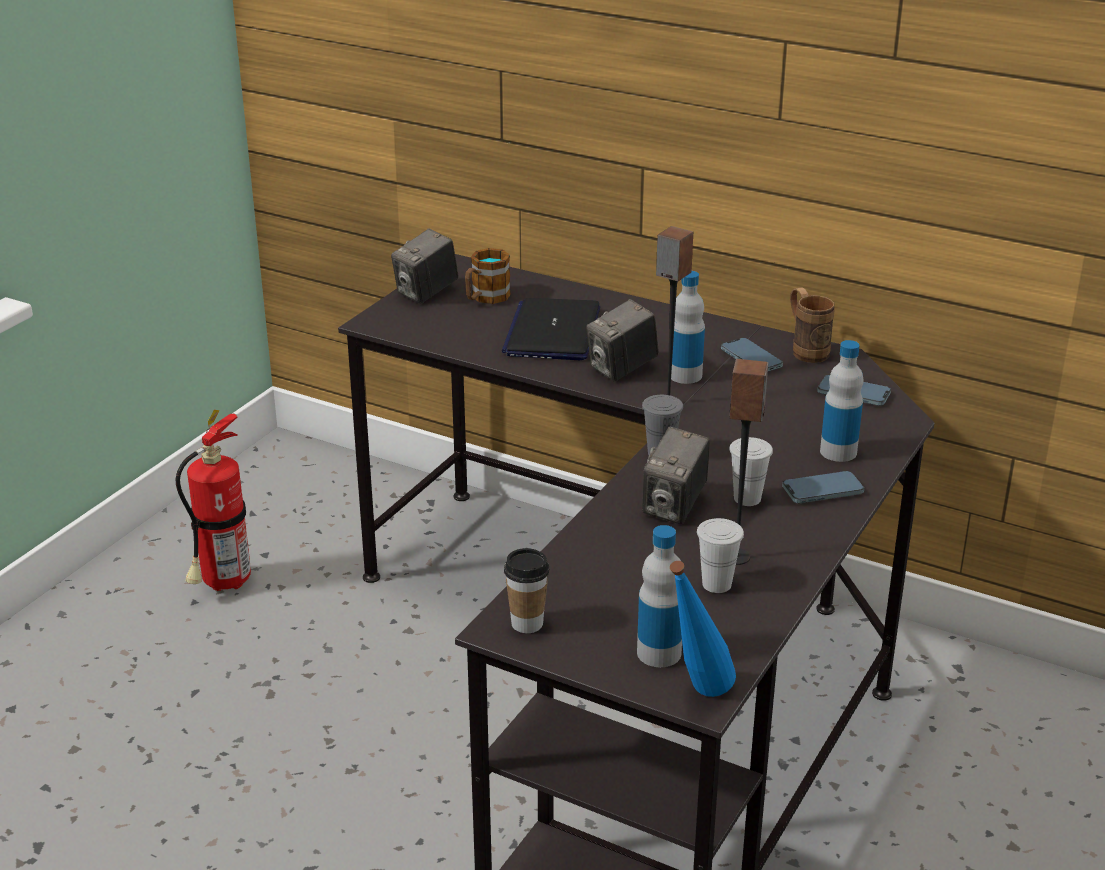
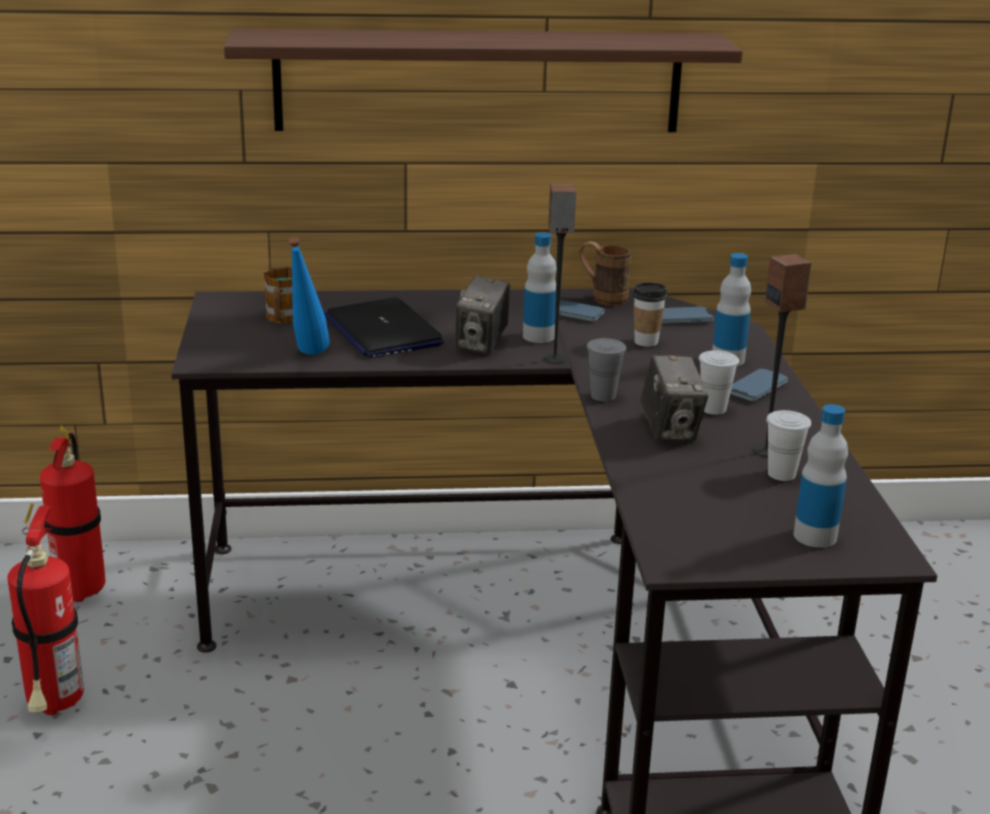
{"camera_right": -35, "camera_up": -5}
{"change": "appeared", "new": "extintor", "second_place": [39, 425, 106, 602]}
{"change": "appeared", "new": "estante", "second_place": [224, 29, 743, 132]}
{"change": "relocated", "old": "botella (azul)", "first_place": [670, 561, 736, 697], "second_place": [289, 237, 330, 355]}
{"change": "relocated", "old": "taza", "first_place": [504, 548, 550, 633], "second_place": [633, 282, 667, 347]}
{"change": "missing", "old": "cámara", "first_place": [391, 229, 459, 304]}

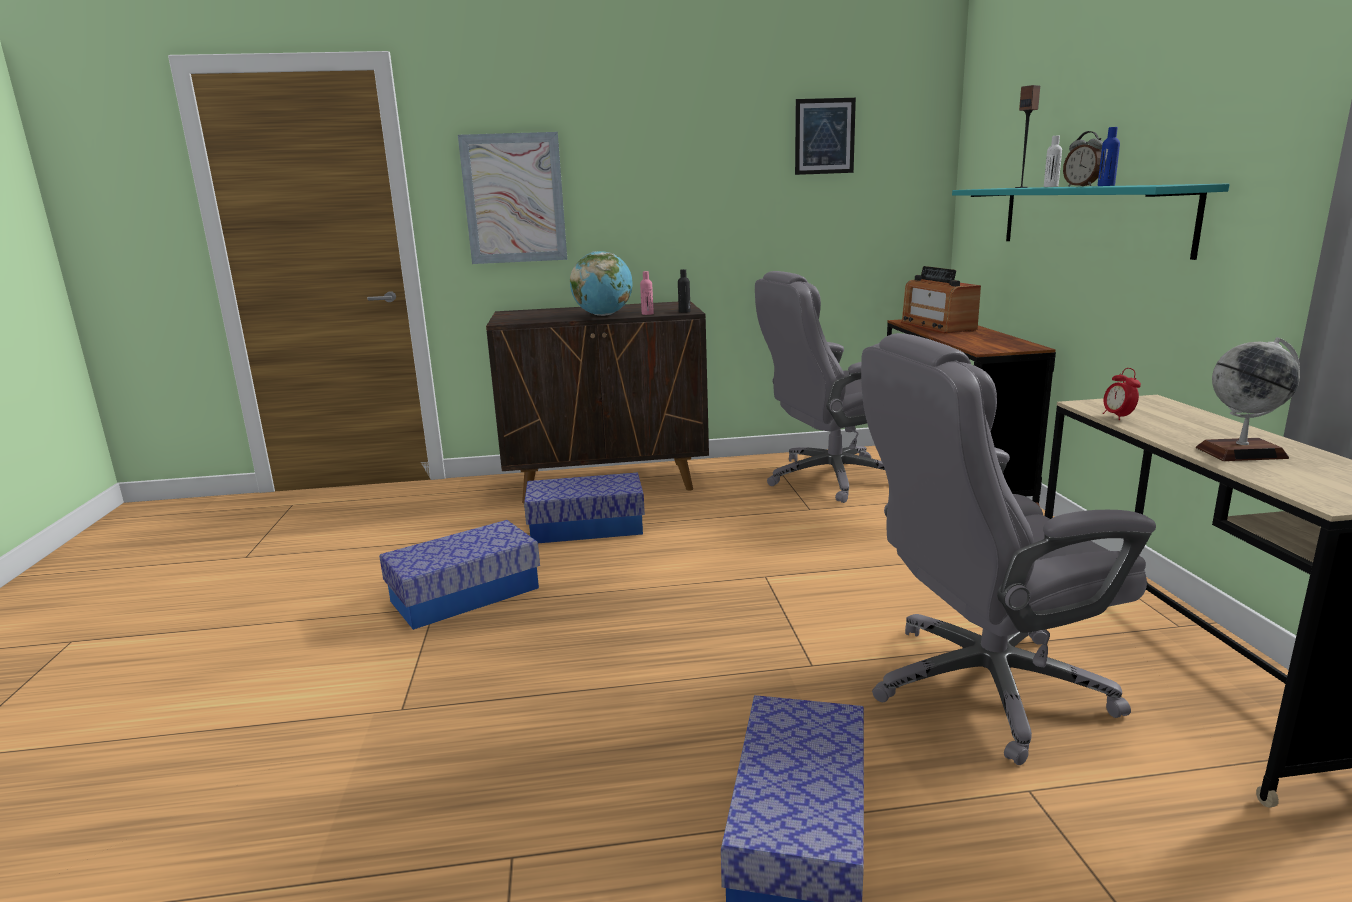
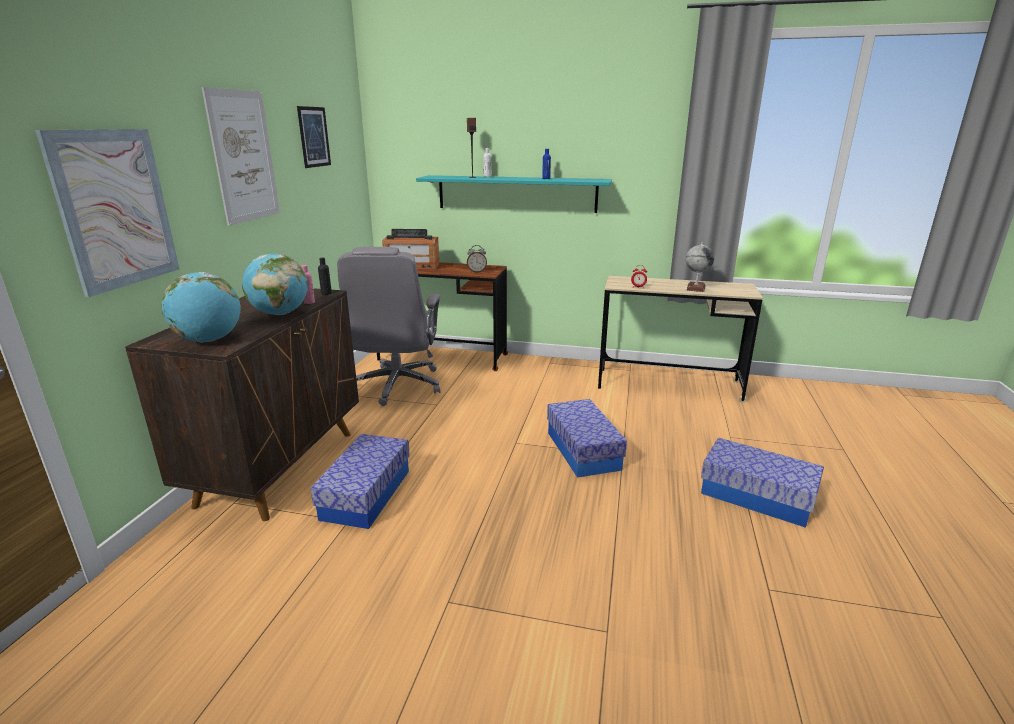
{"camera_right": -70, "camera_up": 5}
{"change": "appeared", "new": "globo terráqueo", "second_place": [161, 272, 241, 342]}
{"change": "appeared", "new": "cuadro", "second_place": [202, 87, 280, 226]}
{"change": "relocated", "old": "despertador", "first_place": [1063, 131, 1103, 187], "second_place": [467, 245, 487, 273]}
{"change": "relocated", "old": "caja de almacenaje", "first_place": [379, 520, 540, 630], "second_place": [547, 399, 627, 478]}
{"change": "missing", "old": "silla de oficina (gris)", "first_place": [861, 333, 1156, 765]}

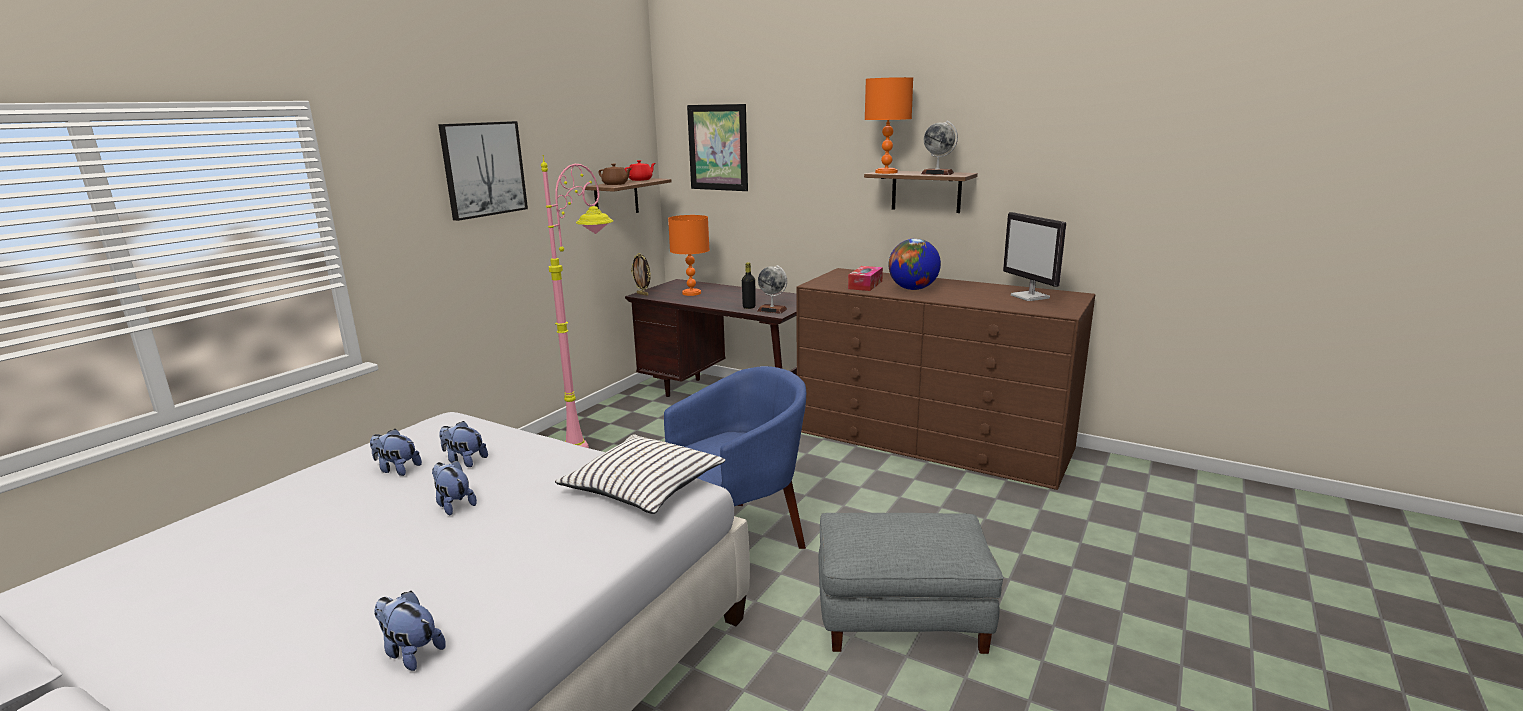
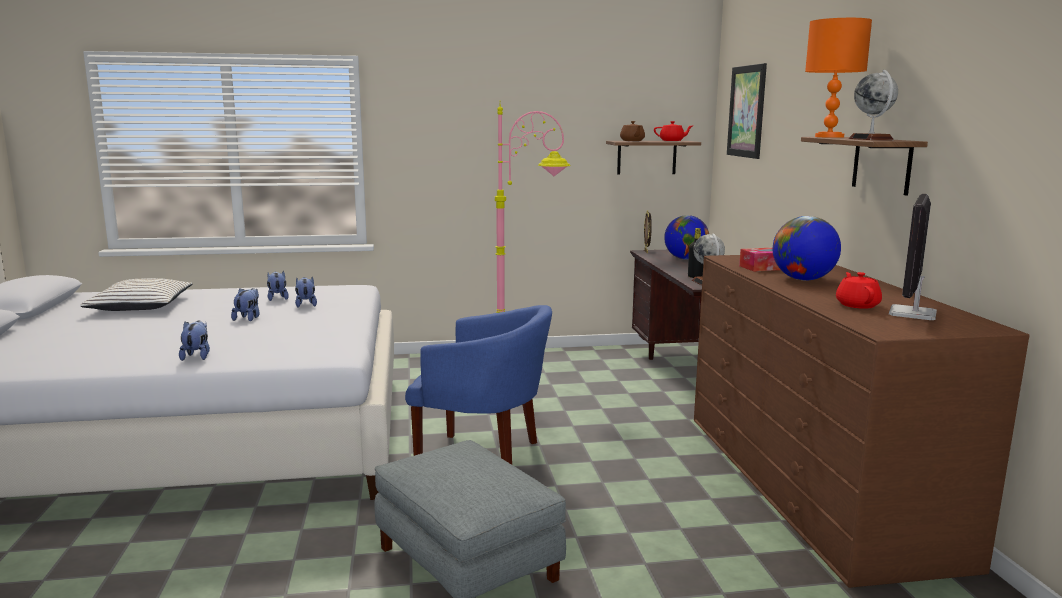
{"camera_right": 50, "camera_up": -5}
{"change": "relocated", "old": "cojín (blanco)", "first_place": [555, 434, 725, 514], "second_place": [80, 278, 192, 311]}
{"change": "relocated", "old": "peluche", "first_place": [374, 591, 446, 671], "second_place": [179, 320, 210, 361]}
{"change": "exchanged", "old": "lámpara de mesa (naranja)", "new": "globo terráqueo", "first_place": [668, 215, 709, 296], "second_place": [664, 215, 709, 260]}
{"change": "appeared", "new": "tetera (rojo)", "second_place": [836, 272, 882, 309]}
{"change": "missing", "old": "cuadro", "first_place": [438, 121, 528, 221]}

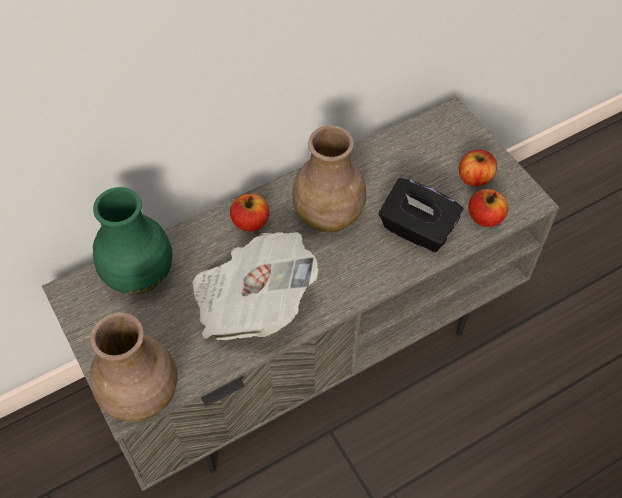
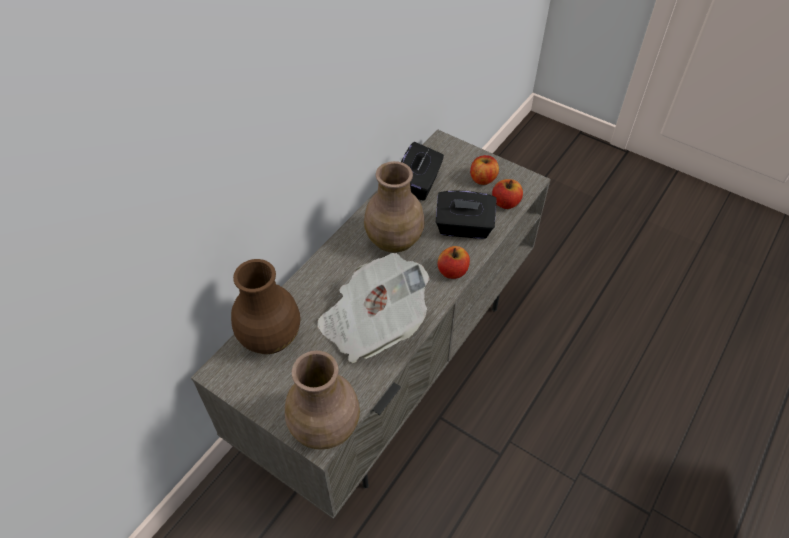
{"camera_right": -25, "camera_up": -5}
{"change": "colour", "old": "florero (verde)", "new": "florero (marrón)", "first_place": [93, 187, 173, 294], "second_place": [231, 259, 301, 354]}
{"change": "appeared", "new": "caja de pañuelos (negro)", "second_place": [401, 142, 444, 201]}
{"change": "relocated", "old": "manzana", "first_place": [230, 194, 269, 231], "second_place": [438, 246, 470, 279]}

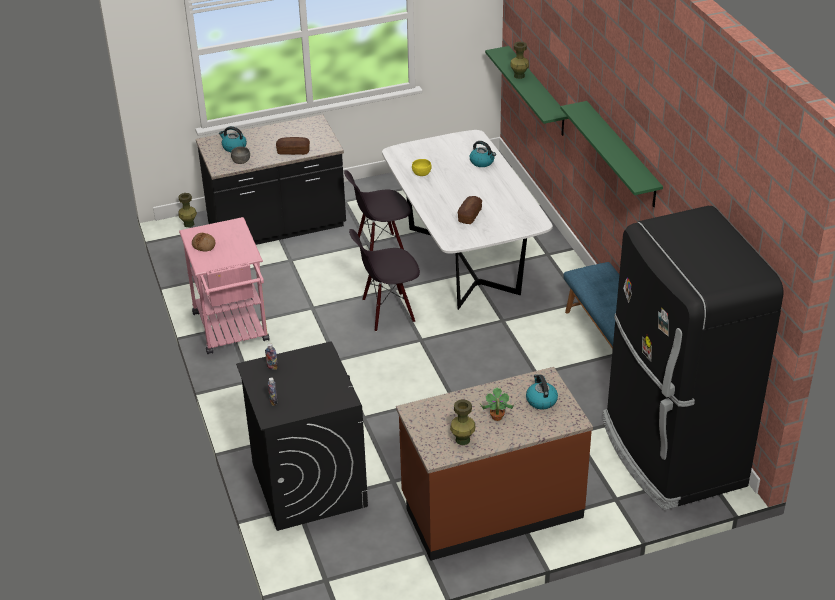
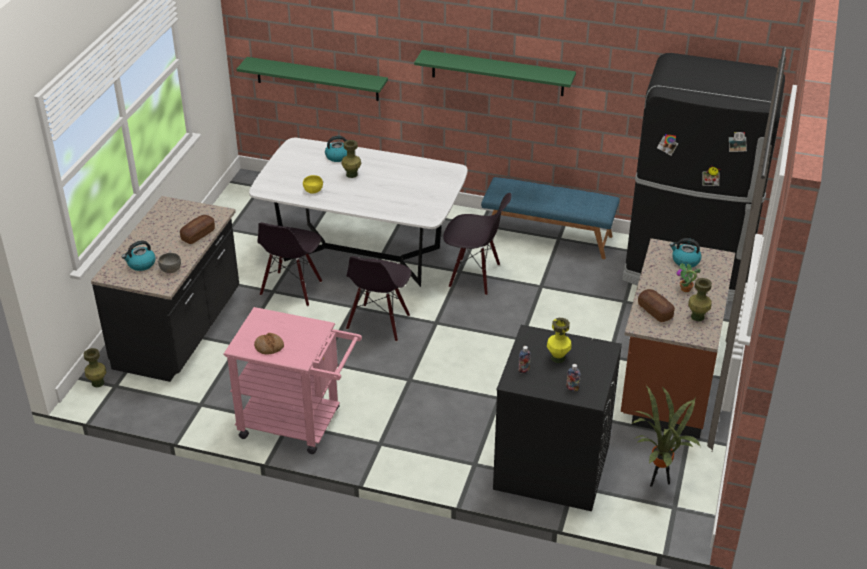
{"camera_right": -55, "camera_up": 0}
{"change": "relocated", "old": "florero (verde)", "first_place": [510, 42, 529, 79], "second_place": [341, 140, 361, 178]}
{"change": "appeared", "new": "silla (negro)", "second_place": [443, 193, 512, 295]}
{"change": "appeared", "new": "florero (amarillo)", "second_place": [547, 318, 572, 363]}
{"change": "appeared", "new": "planta en maceta", "second_place": [632, 386, 701, 487]}
{"change": "relocated", "old": "pan", "first_place": [458, 196, 482, 224], "second_place": [638, 289, 675, 322]}

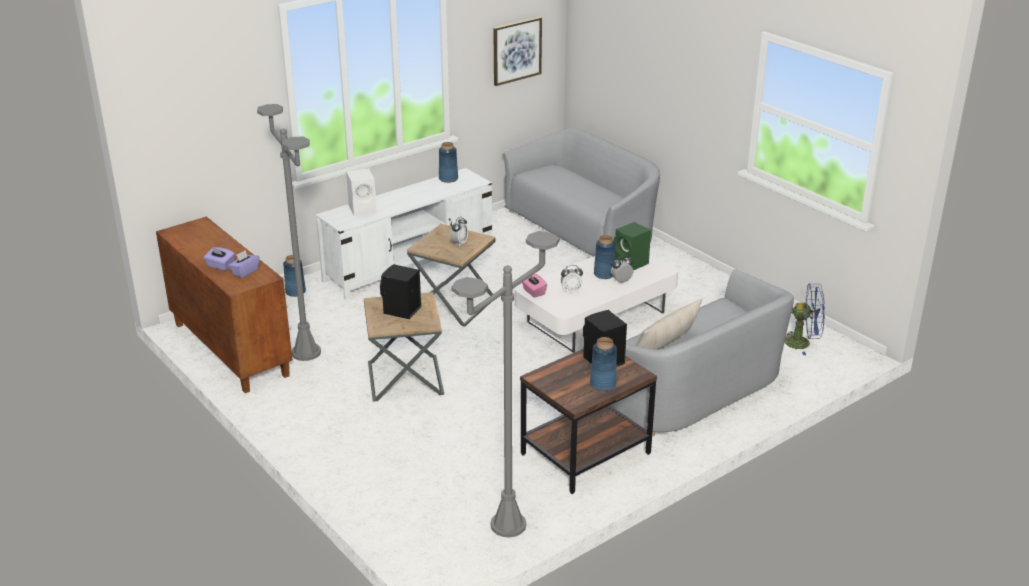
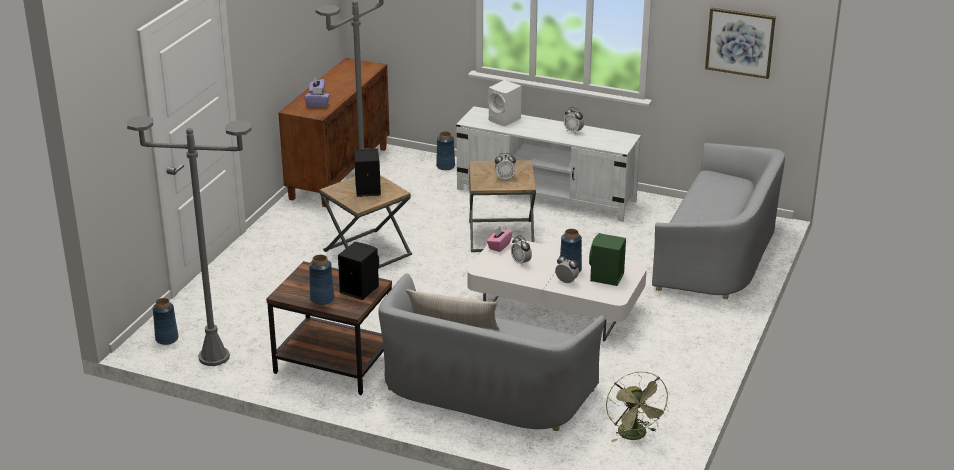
{"camera_right": 60, "camera_up": 0}
{"change": "relocated", "old": "florero (azul)", "first_place": [439, 142, 458, 183], "second_place": [153, 298, 179, 345]}
{"change": "appeared", "new": "despertador", "second_place": [564, 107, 584, 134]}
{"change": "colour", "old": "ventilador (azul)", "new": "ventilador (verde)", "first_place": [785, 283, 825, 355], "second_place": [606, 371, 670, 442]}

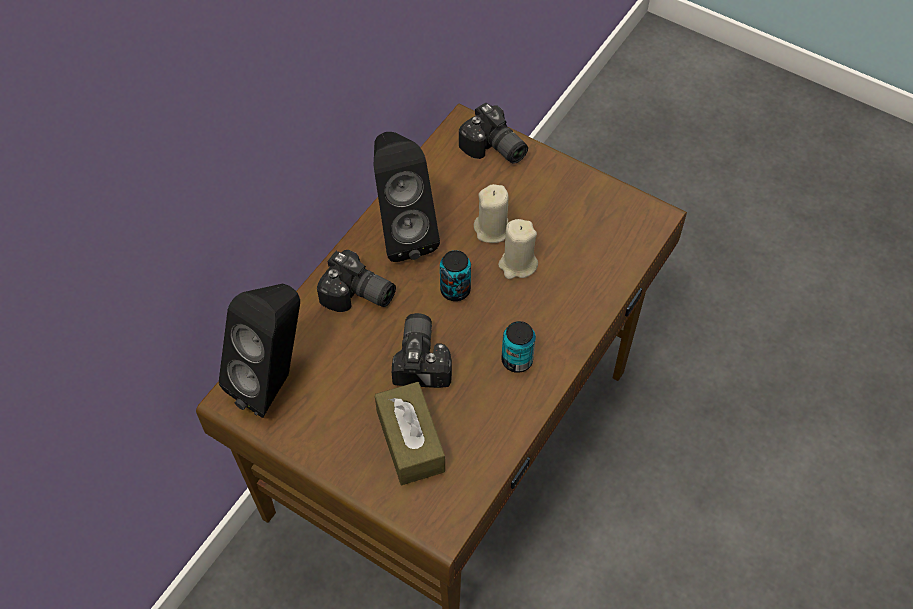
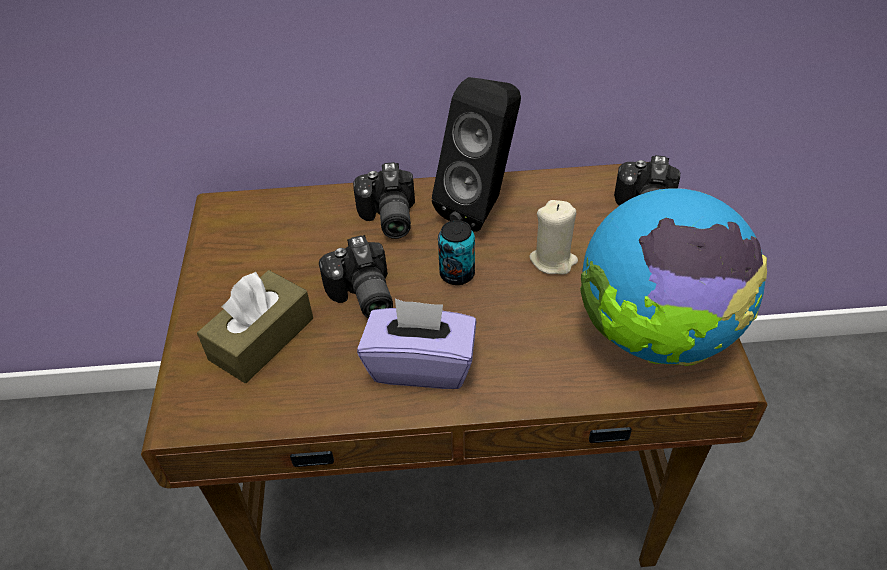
{"camera_right": 55, "camera_up": -10}
{"change": "spun", "old": "cámara", "first_place": [392, 313, 452, 388], "second_place": [319, 235, 393, 319], "degrees": 105}
{"change": "exchanged", "old": "lata", "new": "caja de pañuelos (morado)", "first_place": [501, 321, 536, 373], "second_place": [357, 299, 477, 389]}
{"change": "appeared", "new": "globo terráqueo", "second_place": [580, 188, 767, 366]}
{"change": "missing", "old": "altavoz (negro)", "first_place": [219, 284, 300, 418]}
{"change": "missing", "old": "vela (beis)", "first_place": [498, 219, 538, 279]}

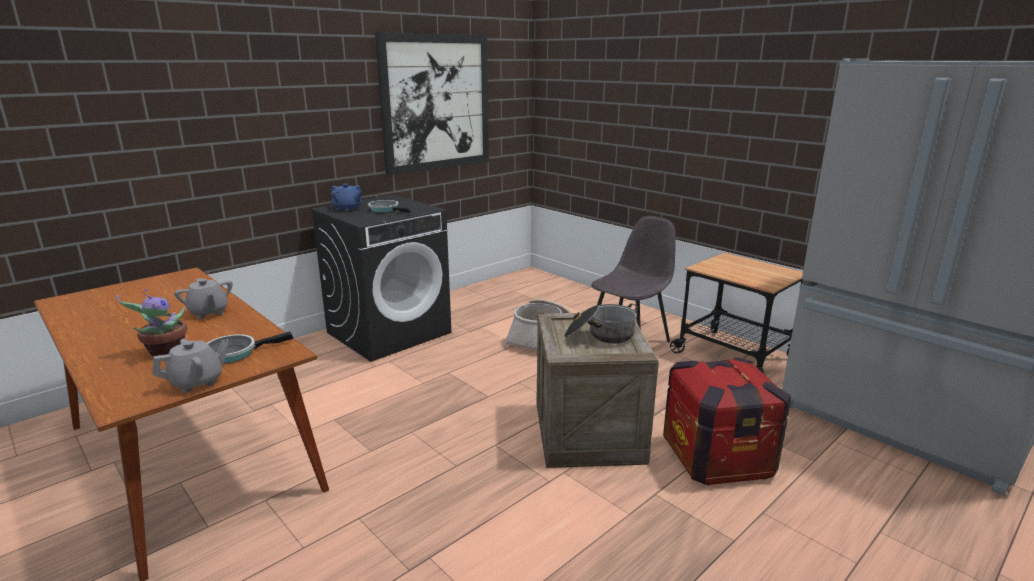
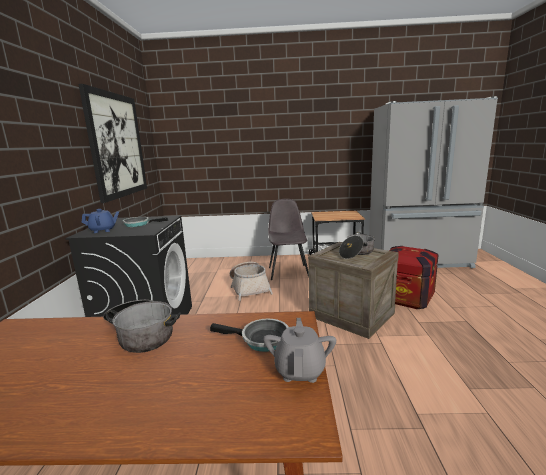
{"camera_right": -45, "camera_up": -5}
{"change": "exchanged", "old": "tetera (gris)", "new": "olla", "first_place": [174, 278, 233, 319], "second_place": [103, 300, 181, 353]}
{"change": "spun", "old": "sartén", "first_place": [207, 331, 293, 363], "second_place": [210, 319, 288, 352], "degrees": -90}
{"change": "missing", "old": "planta en maceta", "first_place": [116, 289, 187, 356]}

